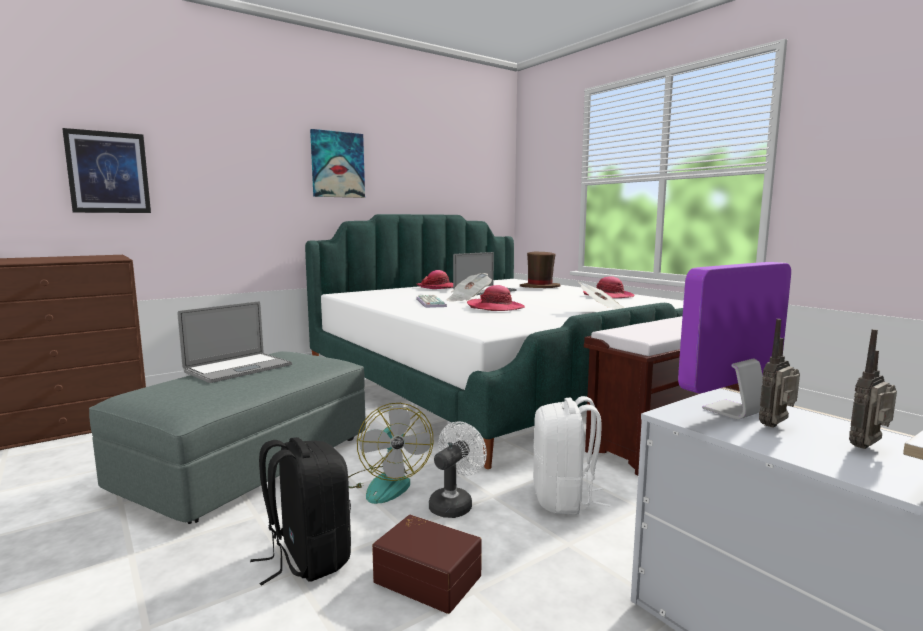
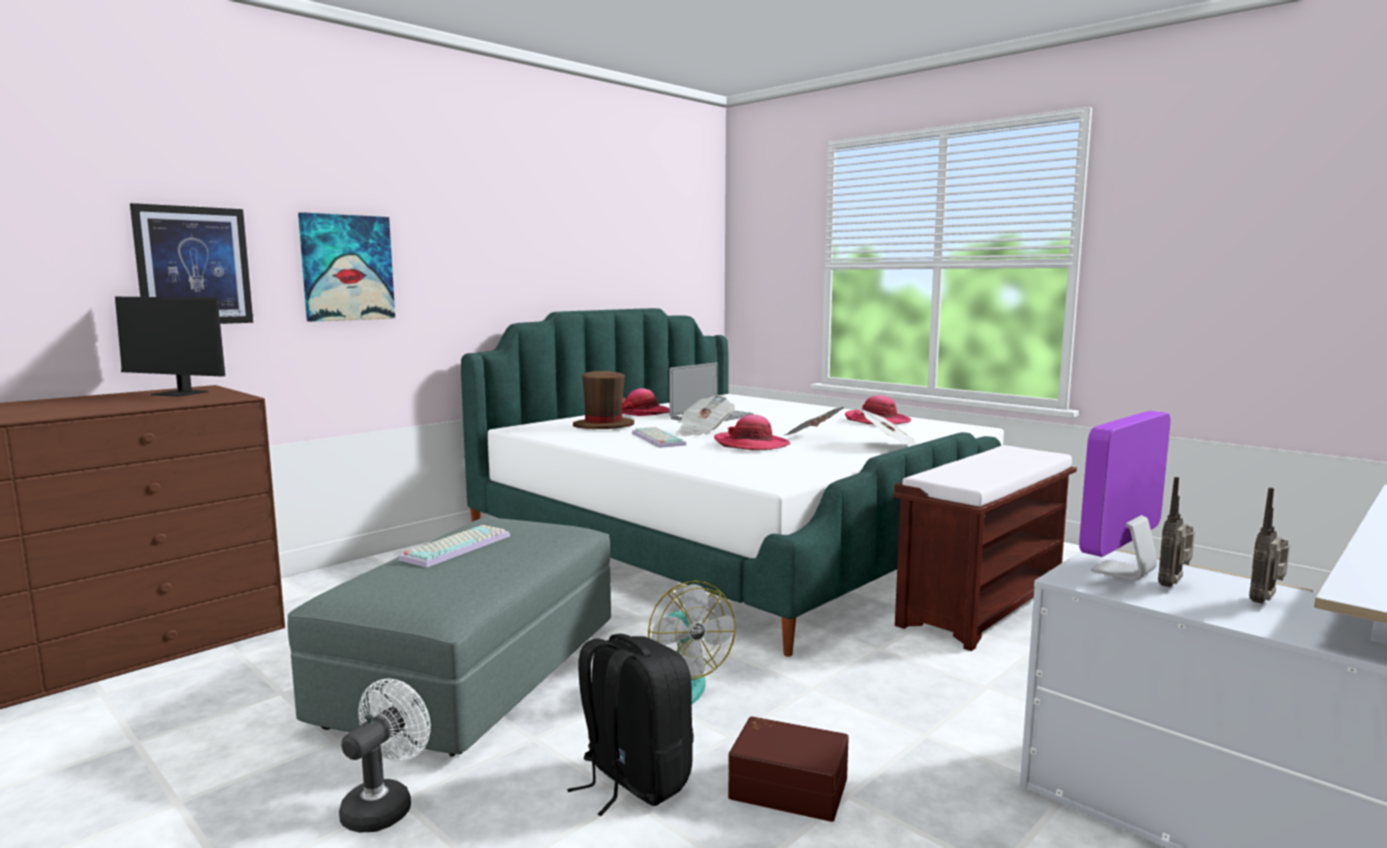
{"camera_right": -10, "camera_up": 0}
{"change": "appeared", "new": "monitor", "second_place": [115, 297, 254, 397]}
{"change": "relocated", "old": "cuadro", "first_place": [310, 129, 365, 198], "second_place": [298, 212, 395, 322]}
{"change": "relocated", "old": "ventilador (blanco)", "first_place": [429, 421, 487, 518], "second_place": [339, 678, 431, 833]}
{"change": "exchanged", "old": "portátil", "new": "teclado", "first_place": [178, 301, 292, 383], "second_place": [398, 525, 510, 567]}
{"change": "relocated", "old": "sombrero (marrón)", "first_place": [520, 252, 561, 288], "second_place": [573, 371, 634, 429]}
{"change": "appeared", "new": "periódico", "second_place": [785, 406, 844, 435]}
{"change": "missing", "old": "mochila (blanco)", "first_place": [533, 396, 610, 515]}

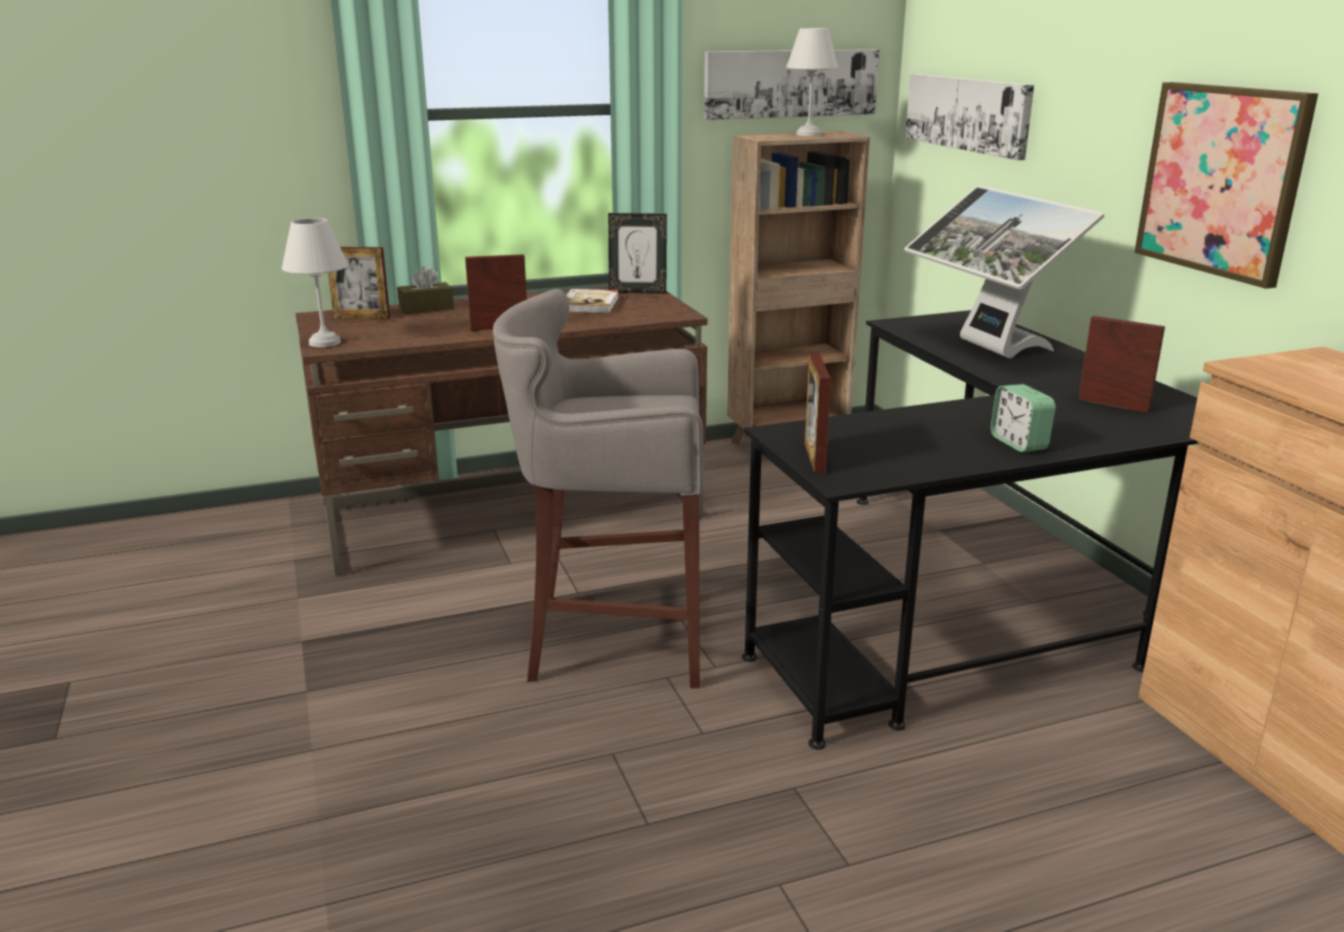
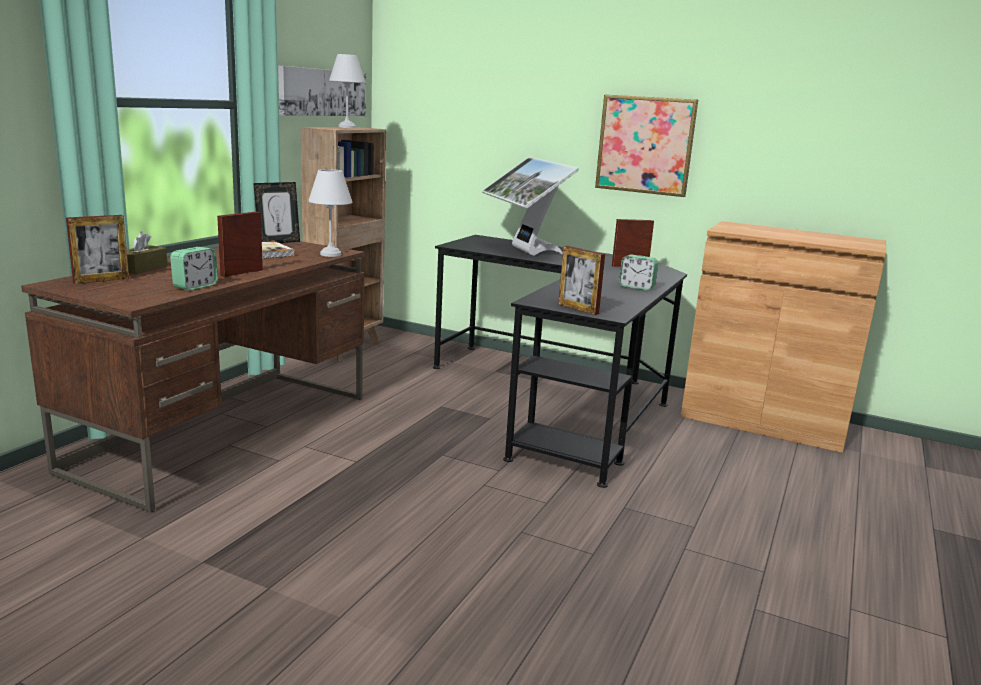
{"camera_right": -45, "camera_up": -5}
{"change": "appeared", "new": "despertador", "second_place": [170, 247, 218, 291]}
{"change": "relocated", "old": "lámpara de mesa (blanco)", "first_place": [282, 218, 348, 347], "second_place": [308, 169, 352, 257]}
{"change": "spun", "old": "monitor", "first_place": [904, 185, 1104, 358], "second_place": [482, 157, 579, 256], "degrees": 45}
{"change": "missing", "old": "taburete (gris)", "first_place": [493, 289, 704, 688]}
{"change": "missing", "old": "cuadro", "first_place": [905, 74, 1034, 160]}

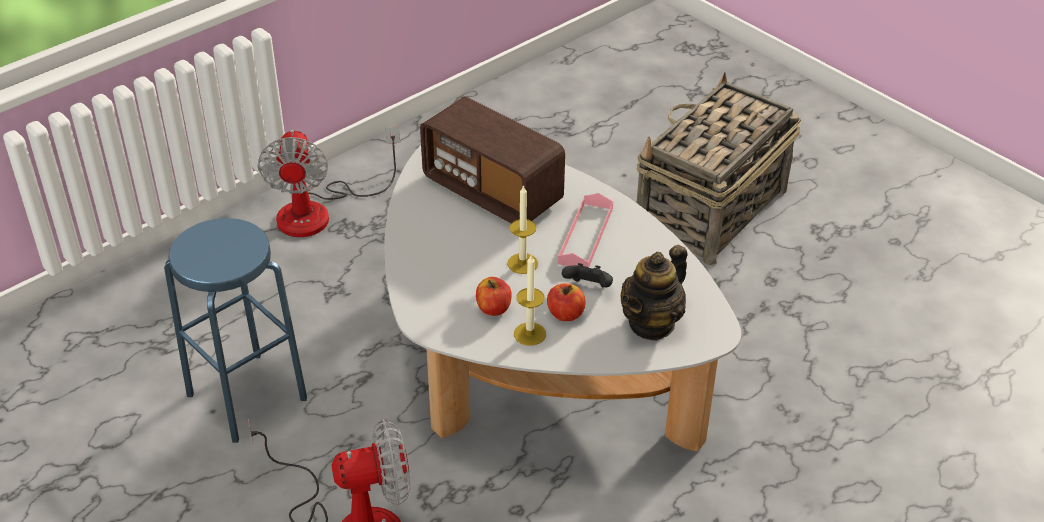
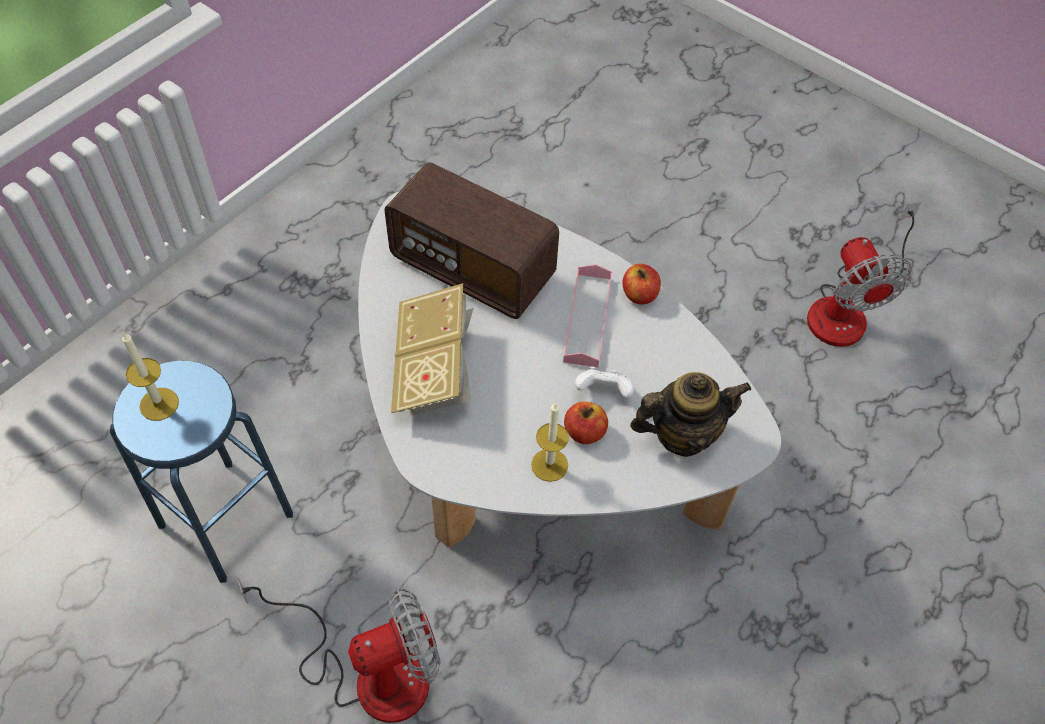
{"camera_right": -10, "camera_up": 15}
{"change": "relocated", "old": "vela", "first_place": [507, 185, 538, 274], "second_place": [122, 332, 179, 421]}
{"change": "appeared", "new": "libro", "second_place": [391, 283, 474, 416]}
{"change": "colour", "old": "mando de consola (negro)", "new": "mando de consola (blanco)", "first_place": [562, 263, 613, 287], "second_place": [575, 366, 634, 398]}
{"change": "relocated", "old": "manzana", "first_place": [476, 277, 511, 316], "second_place": [623, 263, 661, 305]}
{"change": "spun", "old": "tetera", "first_place": [621, 245, 688, 341], "second_place": [630, 372, 751, 457], "degrees": -135}
{"change": "relocated", "old": "ventilador", "first_place": [257, 127, 400, 237], "second_place": [807, 201, 921, 347]}
{"change": "missing", "old": "cesta", "first_place": [636, 72, 801, 265]}

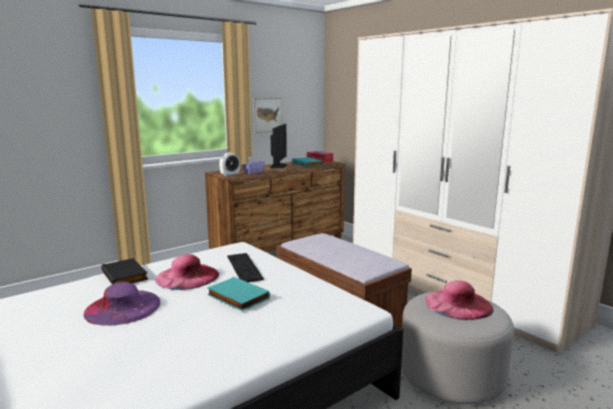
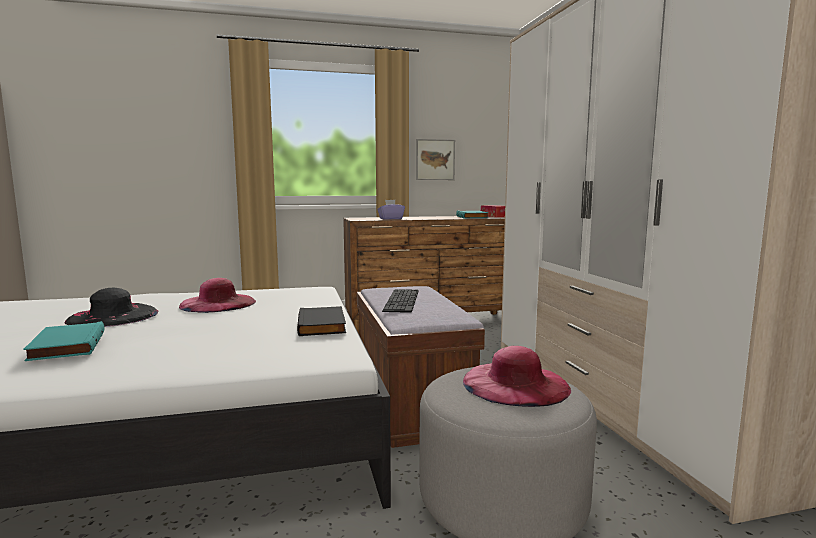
{"camera_right": 25, "camera_up": -5}
{"change": "relocated", "old": "libro (turquesa)", "first_place": [207, 277, 270, 311], "second_place": [23, 321, 105, 361]}
{"change": "colour", "old": "sombrero (morado)", "new": "sombrero (negro)", "first_place": [84, 282, 160, 326], "second_place": [65, 288, 159, 327]}
{"change": "relocated", "old": "libro (negro)", "first_place": [101, 258, 148, 284], "second_place": [297, 306, 346, 336]}
{"change": "relocated", "old": "teclado", "first_place": [227, 253, 264, 282], "second_place": [382, 289, 419, 313]}
{"change": "missing", "old": "despertador", "first_place": [219, 153, 240, 176]}
{"change": "missing", "old": "monitor", "first_place": [270, 124, 287, 168]}

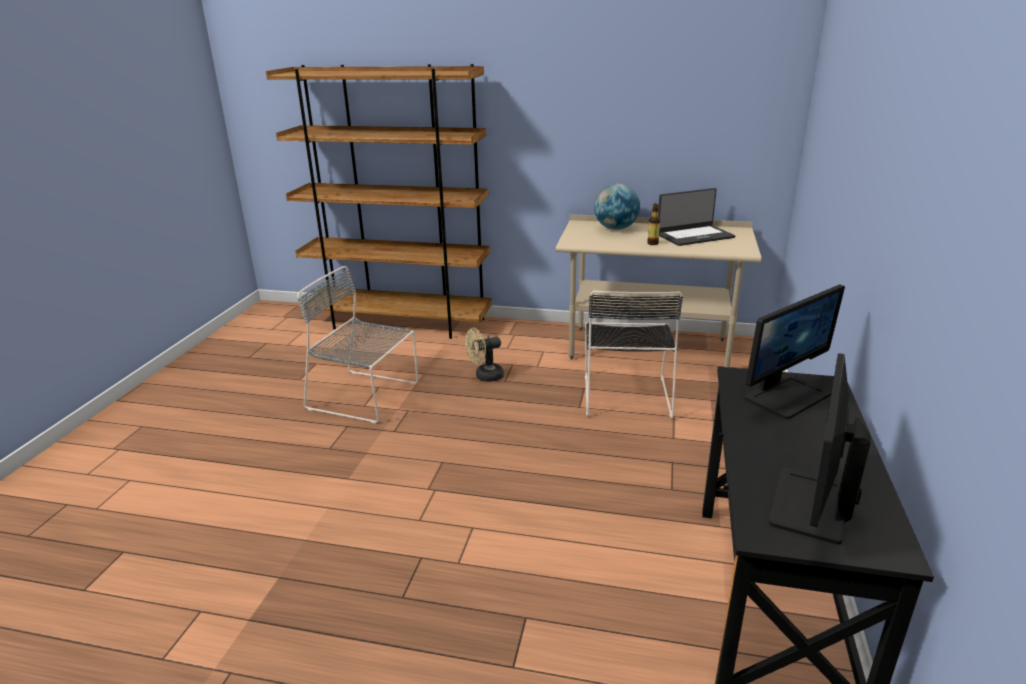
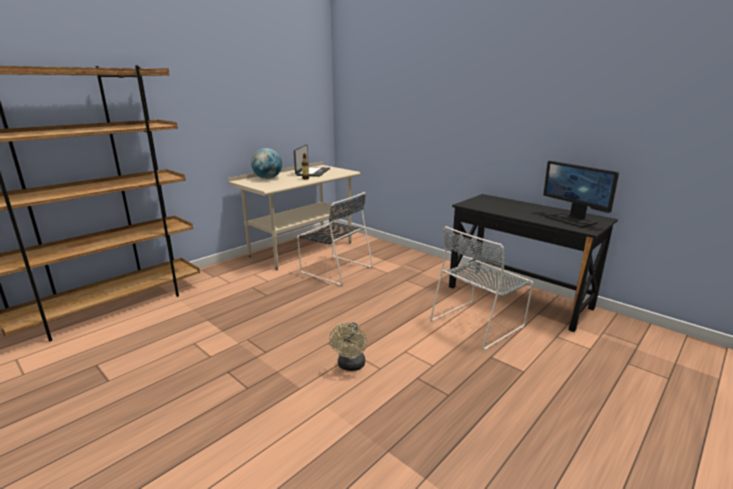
{"camera_right": -60, "camera_up": -5}
{"change": "relocated", "old": "ventilador (beis)", "first_place": [465, 328, 504, 382], "second_place": [329, 322, 367, 371]}
{"change": "relocated", "old": "silla (gris)", "first_place": [297, 266, 418, 423], "second_place": [430, 226, 533, 350]}
{"change": "missing", "old": "monitor", "first_place": [744, 284, 845, 419]}

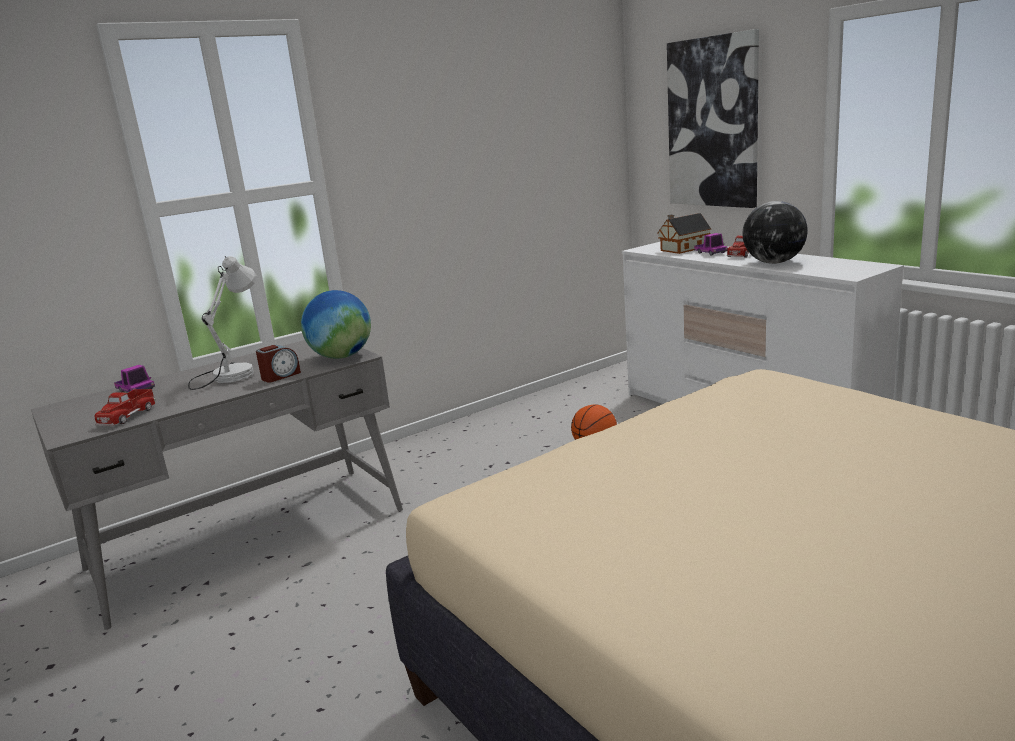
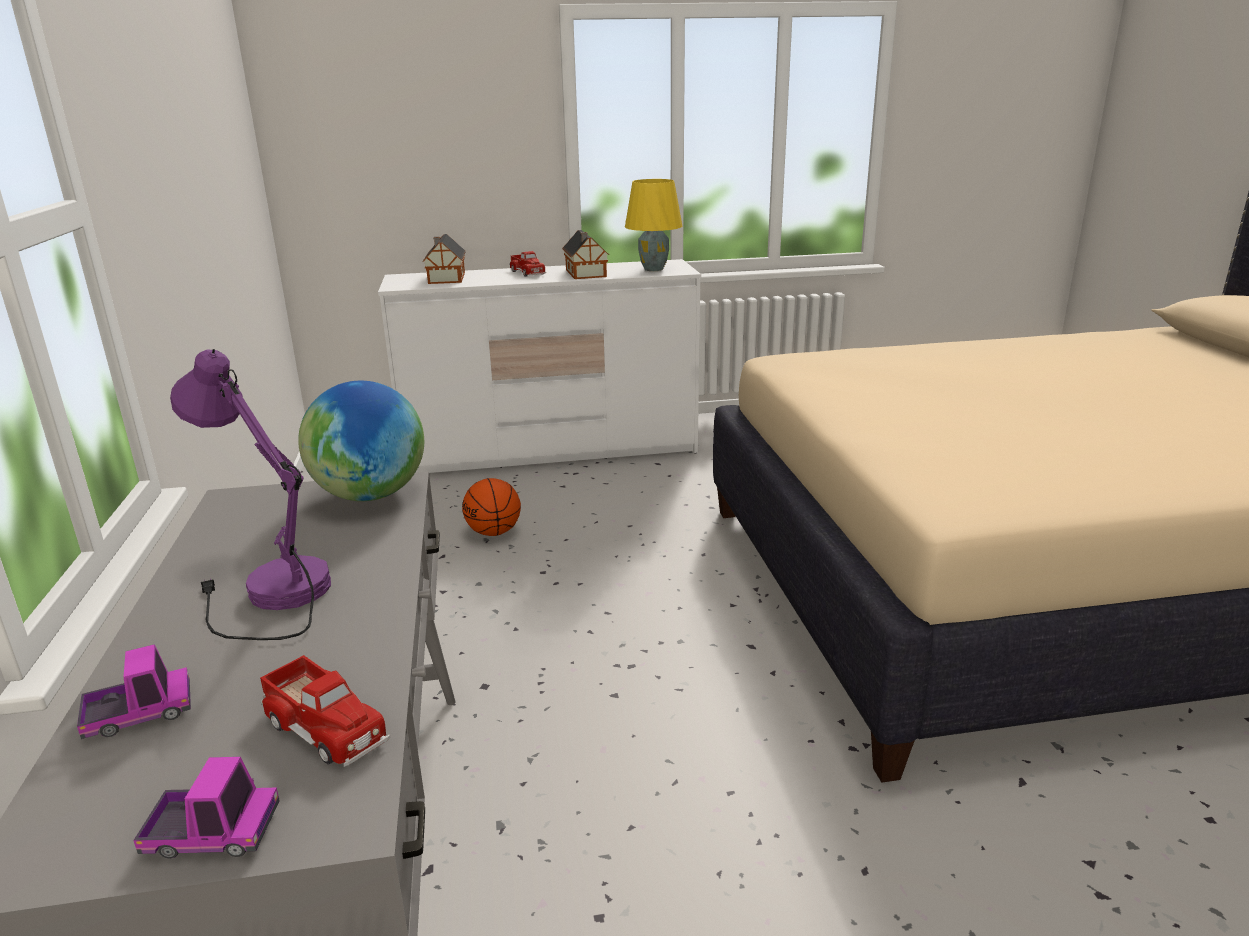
{"camera_right": -65, "camera_up": 5}
{"change": "relocated", "old": "camión de juguete", "first_place": [694, 233, 728, 255], "second_place": [133, 757, 280, 859]}
{"change": "colour", "old": "lámpara de mesa (blanco)", "new": "lámpara de mesa (morado)", "first_place": [188, 256, 257, 390], "second_place": [170, 349, 331, 640]}
{"change": "exchanged", "old": "globo terráqueo", "new": "casita", "first_place": [742, 201, 808, 264], "second_place": [562, 230, 609, 279]}
{"change": "appeared", "new": "lámpara de mesa (amarillo)", "second_place": [625, 179, 682, 271]}
{"change": "missing", "old": "despertador", "first_place": [256, 345, 301, 383]}
{"change": "missing", "old": "cuadro", "first_place": [667, 29, 759, 208]}

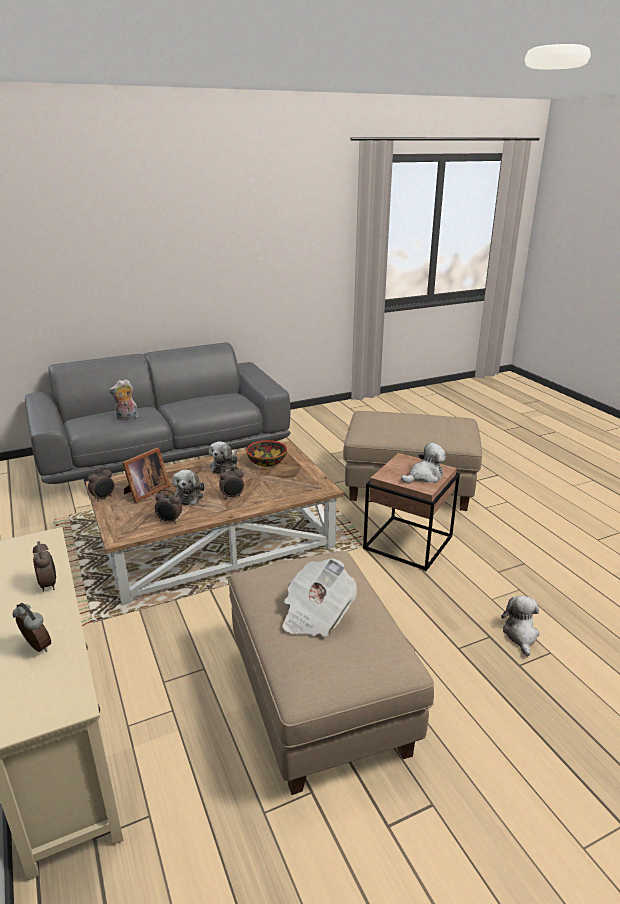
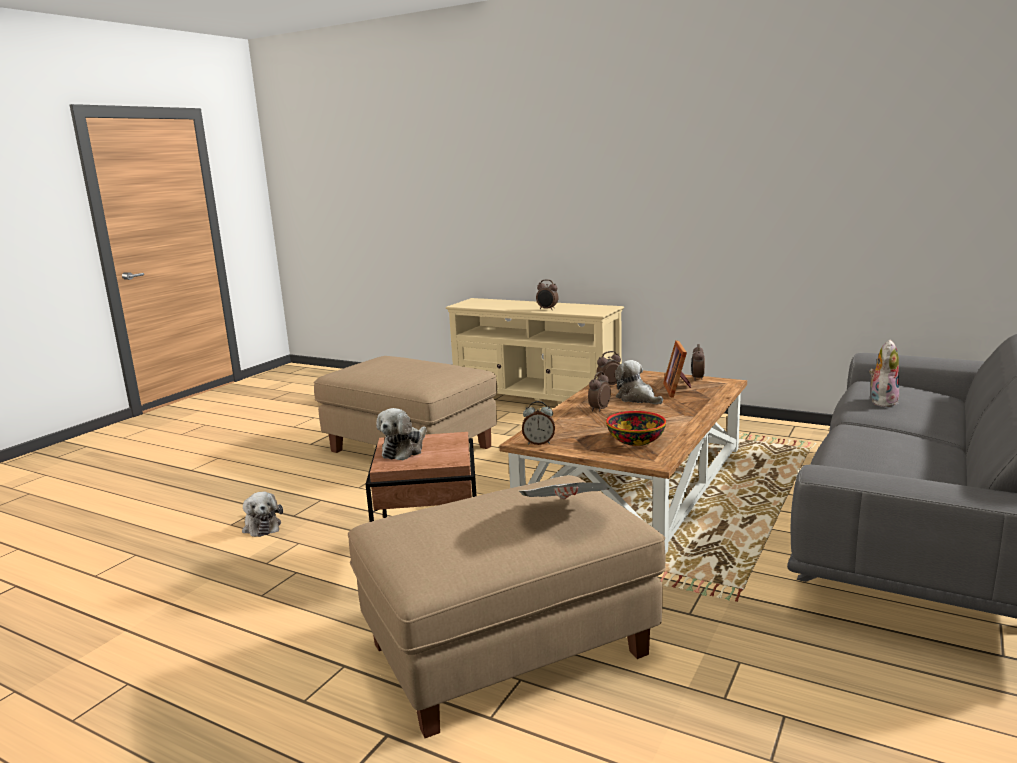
{"camera_right": 145, "camera_up": -10}
{"change": "relocated", "old": "periódico", "first_place": [283, 559, 357, 637], "second_place": [520, 482, 610, 500]}
{"change": "relocated", "old": "despertador", "first_place": [13, 603, 51, 652], "second_place": [522, 401, 555, 445]}
{"change": "missing", "old": "peluche", "first_place": [209, 441, 237, 474]}

